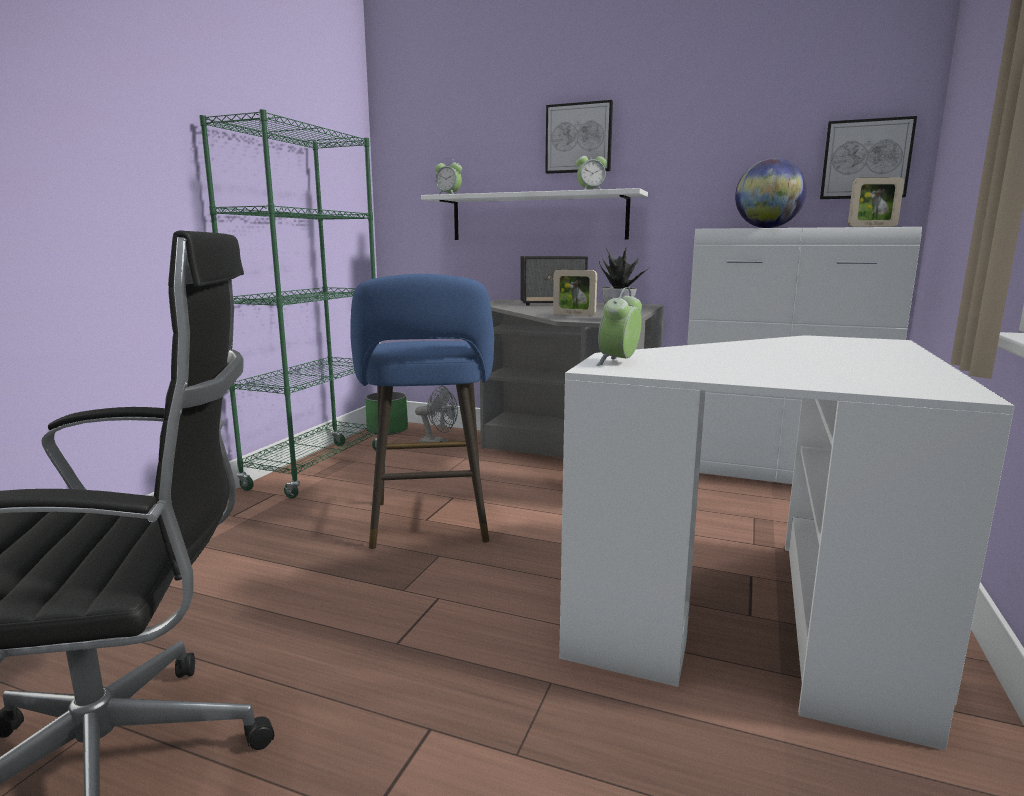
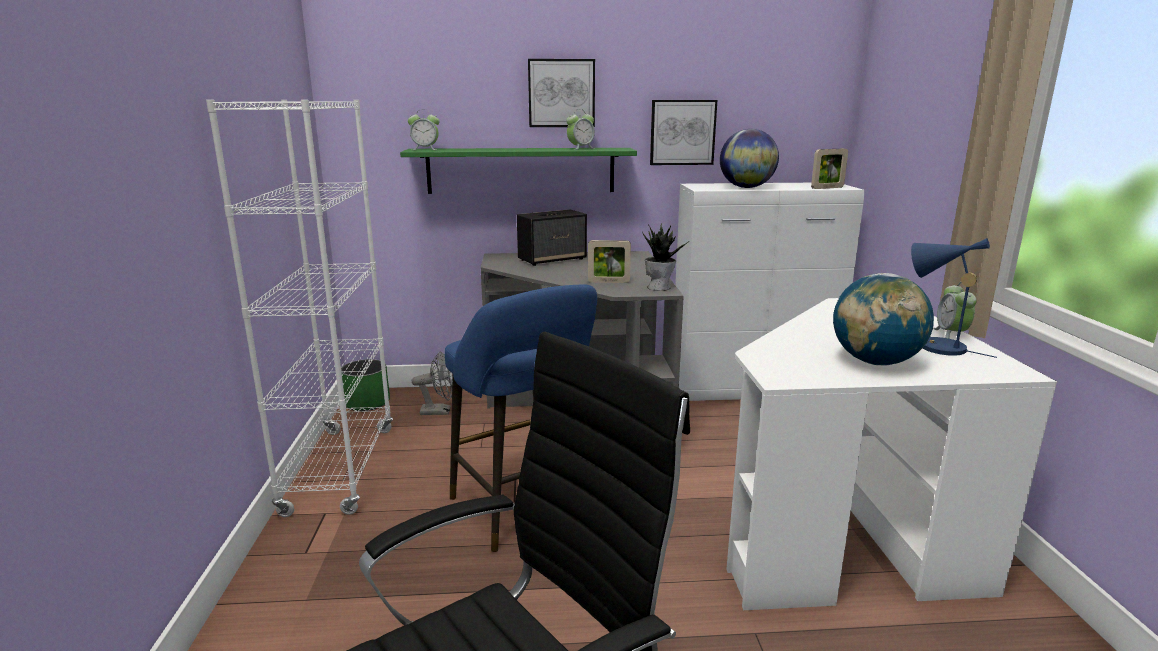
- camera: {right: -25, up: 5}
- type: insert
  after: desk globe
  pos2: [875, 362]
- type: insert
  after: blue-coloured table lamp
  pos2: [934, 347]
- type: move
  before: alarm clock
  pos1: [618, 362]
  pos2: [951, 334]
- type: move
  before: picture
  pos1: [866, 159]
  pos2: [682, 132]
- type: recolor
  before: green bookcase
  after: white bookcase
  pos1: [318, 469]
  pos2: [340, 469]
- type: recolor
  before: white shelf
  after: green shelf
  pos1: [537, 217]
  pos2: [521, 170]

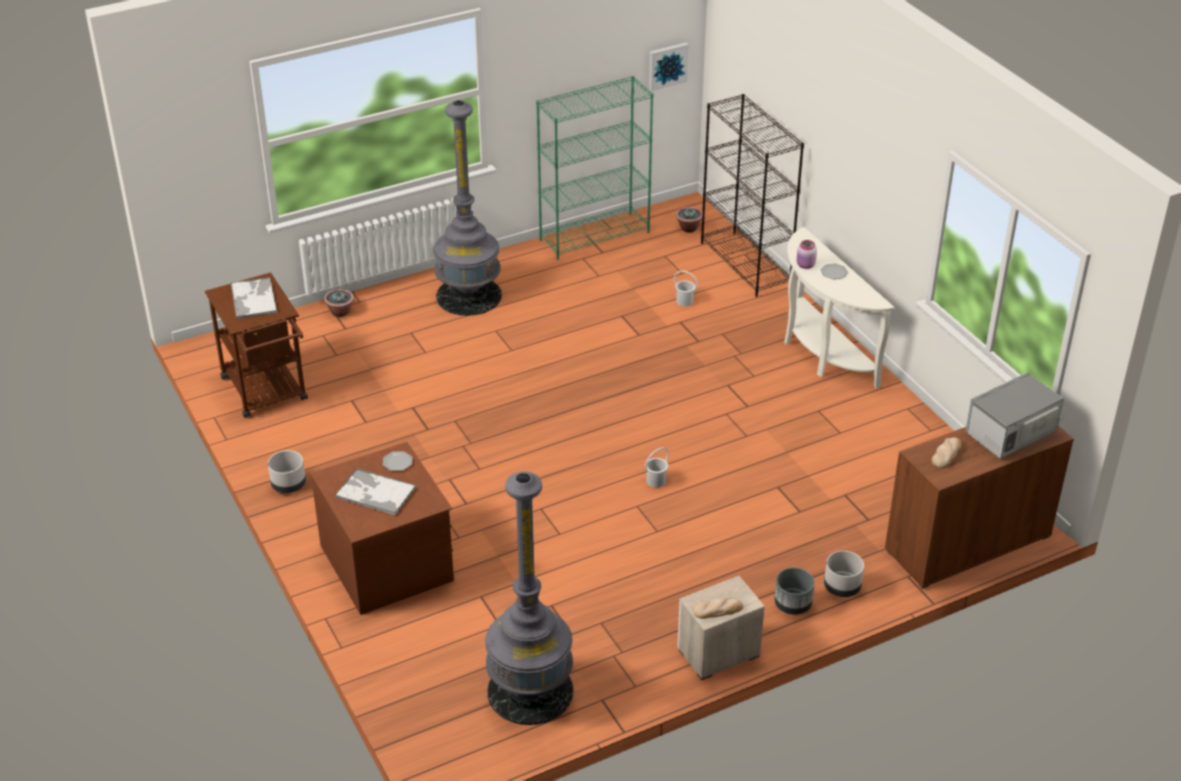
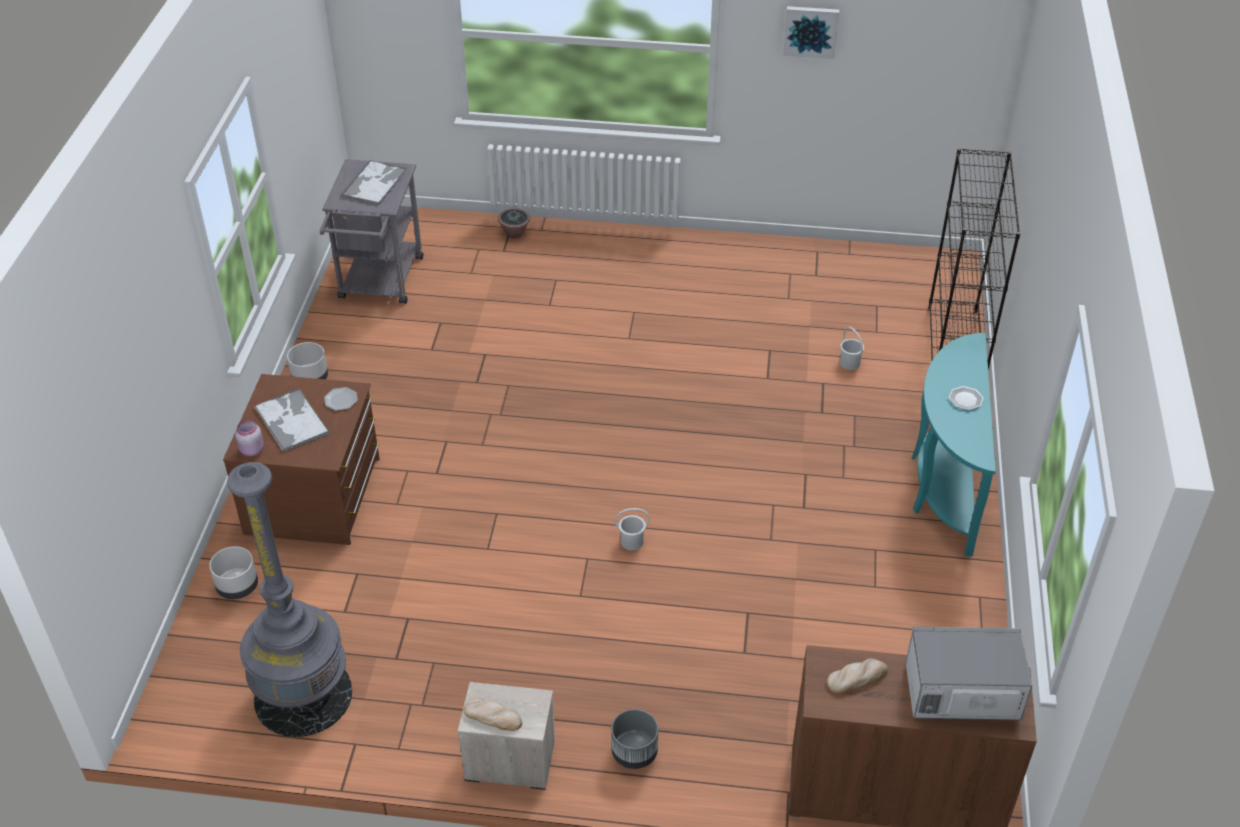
- camera: {right: 35, up: 5}
- type: delete
  before: gray standard lamp
  pos1: [469, 296]
- type: delete
  before: green bookcase
  pos1: [595, 236]
- type: delete
  before: plant in a pot
  pos1: [688, 228]
- type: move
  before: picture
  pos1: [667, 65]
  pos2: [810, 31]
- type: move
  before: pink-coloured storage jar
  pos1: [805, 265]
  pos2: [251, 450]
- type: move
  before: gray flower pot
  pos1: [841, 588]
  pos2: [237, 587]
- type: recolor
  before: brown wheeled cart
  after: gray wheeled cart
  pos1: [267, 393]
  pos2: [379, 283]
- type: recolor
  before: white hall table
  after: turquoise hall table
  pos1: [821, 352]
  pos2: [942, 485]

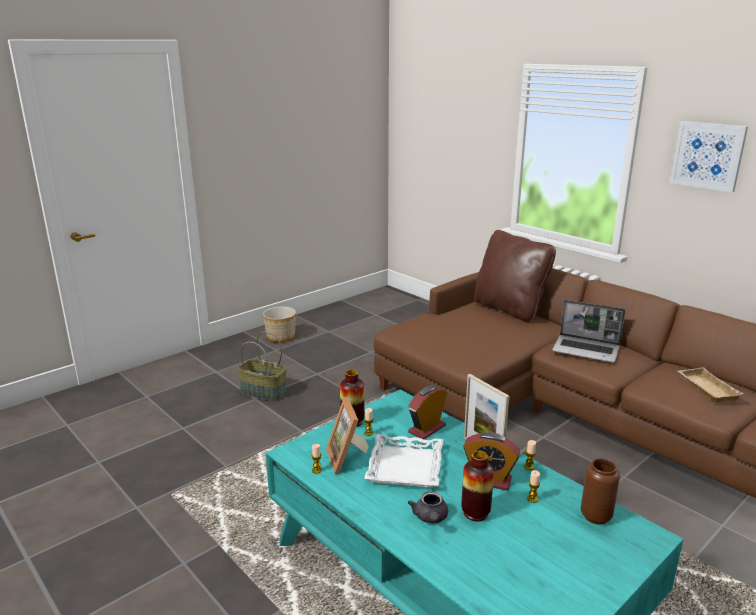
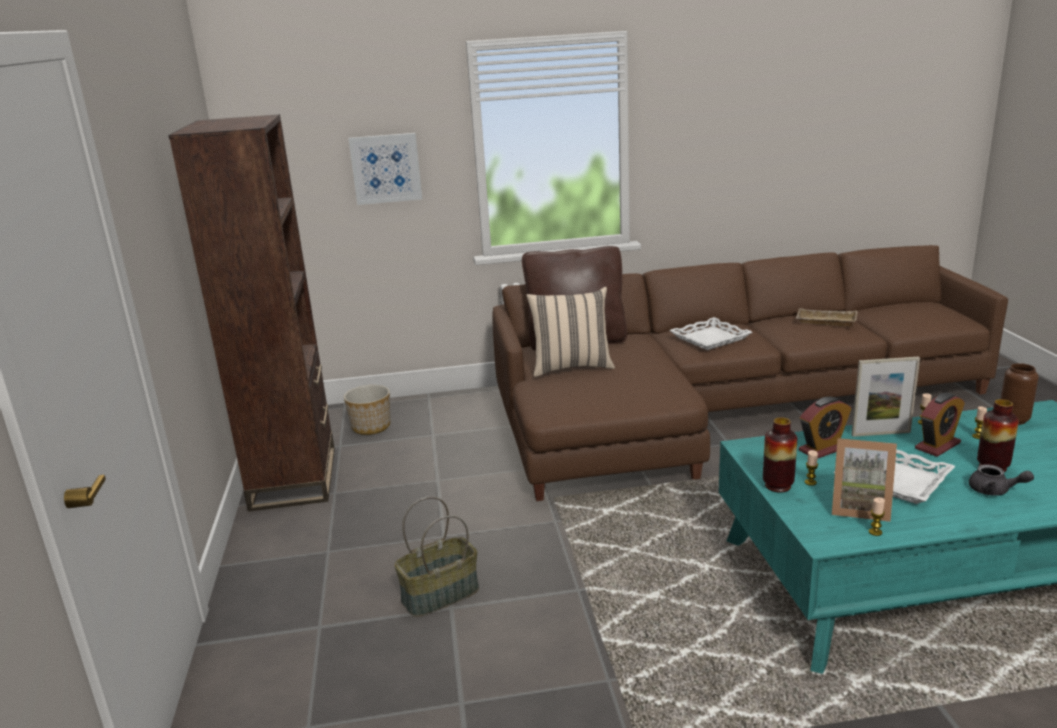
- camera: {right: -55, up: 0}
- type: insert
  after: brown bookcase
  pos2: [294, 478]
- type: insert
  after: beige pillow
  pos2: [571, 367]
- type: move
  before: flower pot
  pos1: [281, 336]
  pos2: [371, 427]
- type: move
  before: picture
  pos1: [708, 155]
  pos2: [386, 168]
- type: replace
  before: laptop
  after: white tray
  pos1: [587, 350]
  pos2: [710, 338]
- type: rotate
  before: alarm clock
  pos1: [427, 429]
  pos2: [822, 449]
  turn: -105

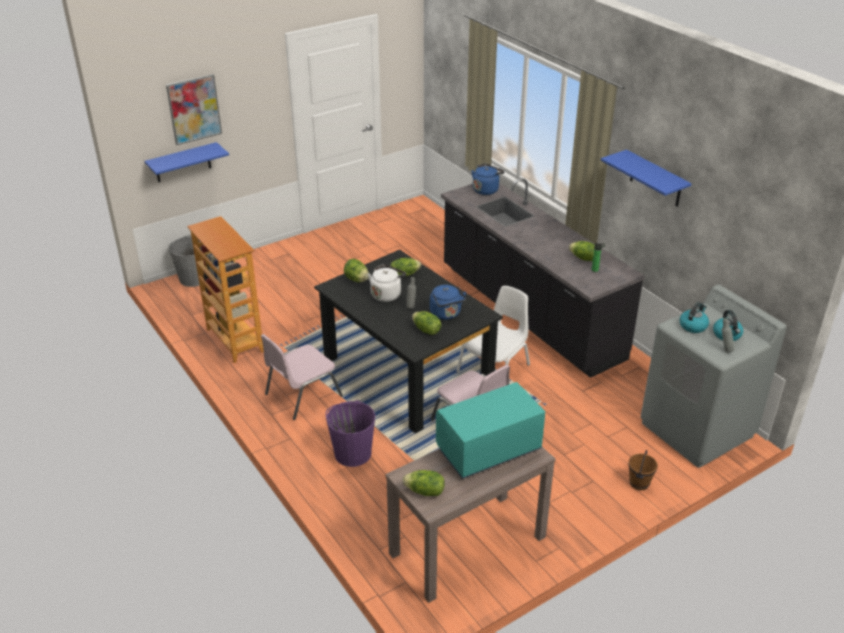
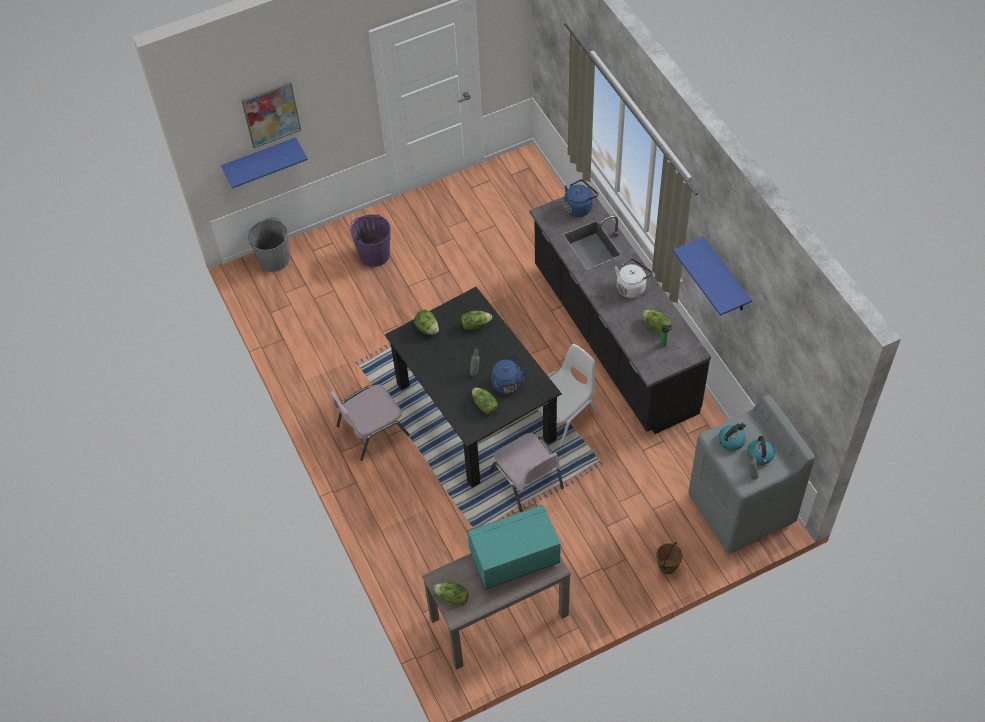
- camera: {right: 10, up: 20}
- type: delete
  before: bookcase
  pos1: [234, 340]
- type: move
  before: purplish bucket
  pos1: [352, 453]
  pos2: [374, 254]
- type: move
  before: white water kettle
  pos1: [386, 294]
  pos2: [631, 287]

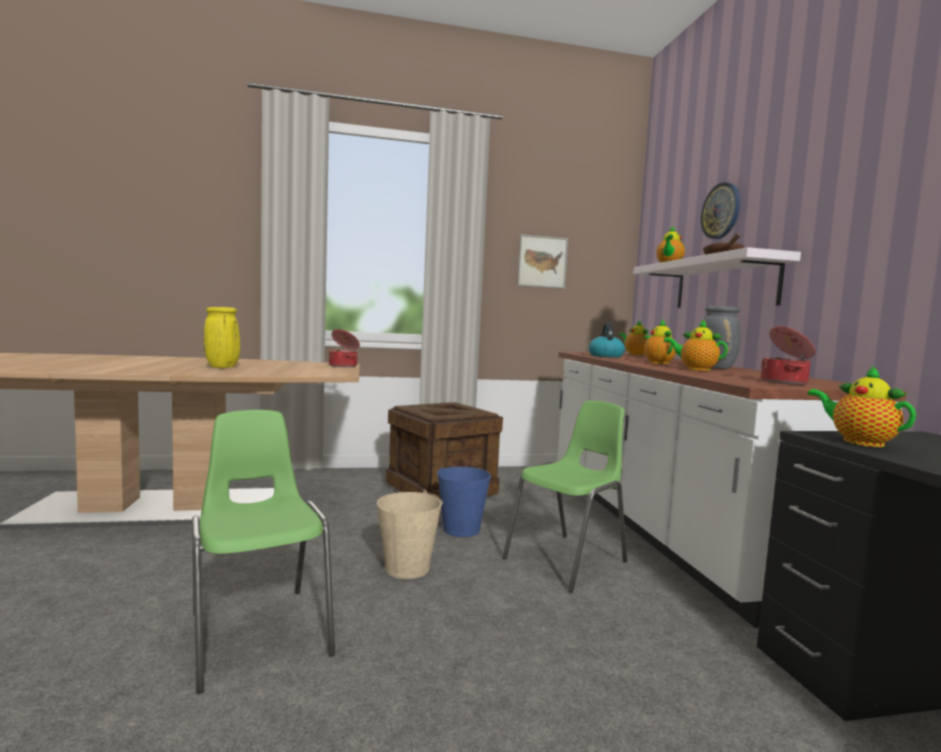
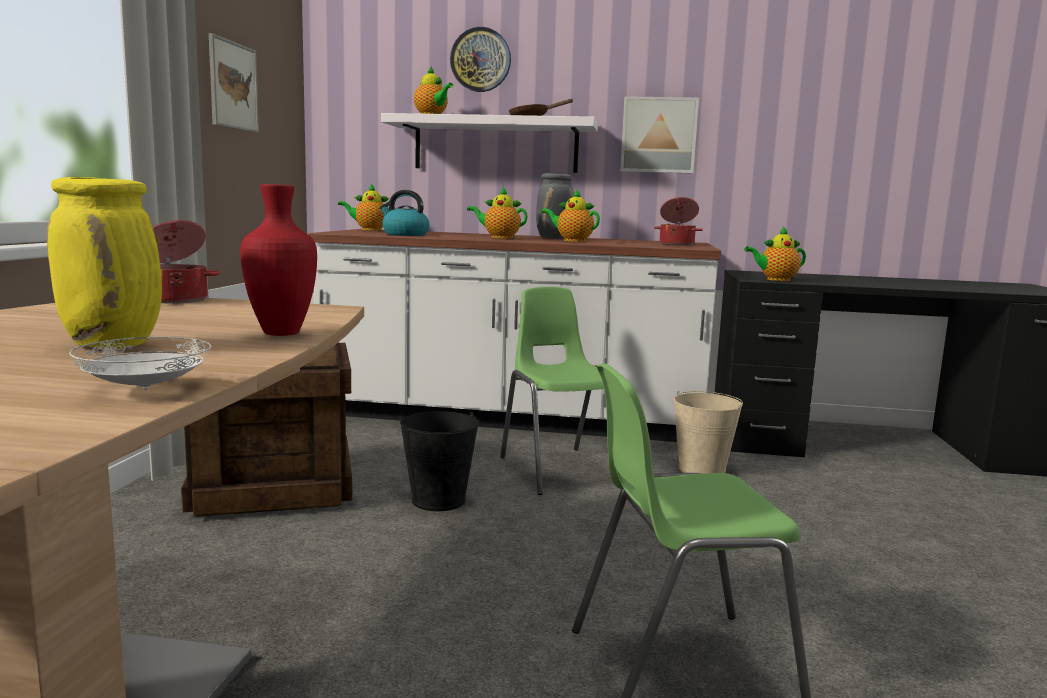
- camera: {right: -70, up: 5}
- type: insert
  after: white dinner plate
  pos2: [144, 389]
- type: insert
  after: reddish vase
  pos2: [284, 333]
- type: insert
  after: picture
  pos2: [658, 135]
- type: move
  before: beige bucket
  pos1: [406, 568]
  pos2: [701, 469]
- type: recolor
  before: blue-coloured bucket
  after: blackish bucket
  pos1: [461, 529]
  pos2: [438, 500]
- type: rotate
  before: teapot
  pos1: [695, 369]
  pos2: [572, 240]
  turn: 60

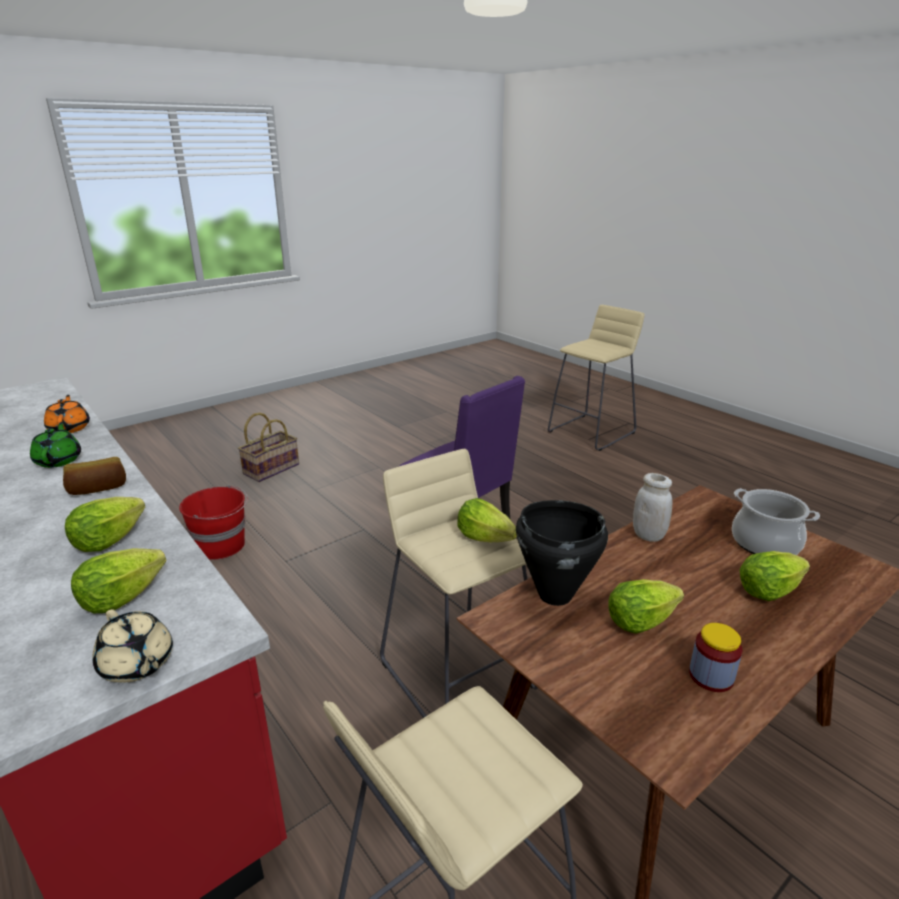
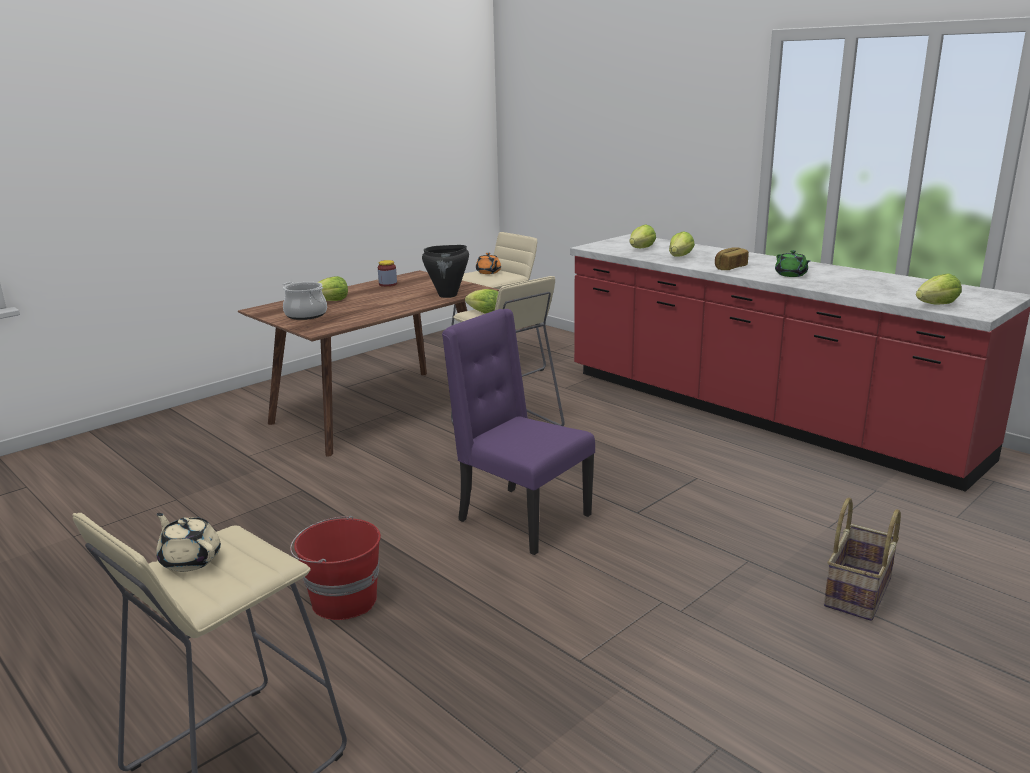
- camera: {right: 175, up: -5}
- type: delete
  before: white storage jar
  pos1: [648, 535]
- type: move
  before: orange teapot
  pos1: [70, 428]
  pos2: [488, 272]
- type: move
  before: beige teapot
  pos1: [137, 664]
  pos2: [190, 559]
- type: move
  before: reddish bucket
  pos1: [221, 545]
  pos2: [342, 600]
- type: move
  before: lettuce head
  pos1: [639, 621]
  pos2: [937, 305]

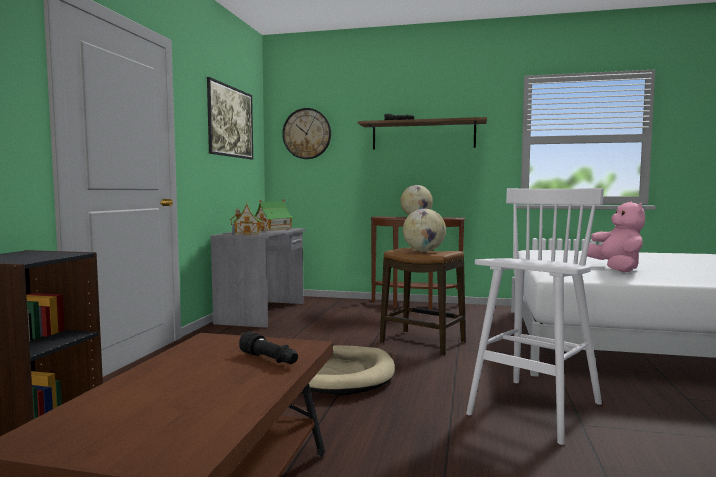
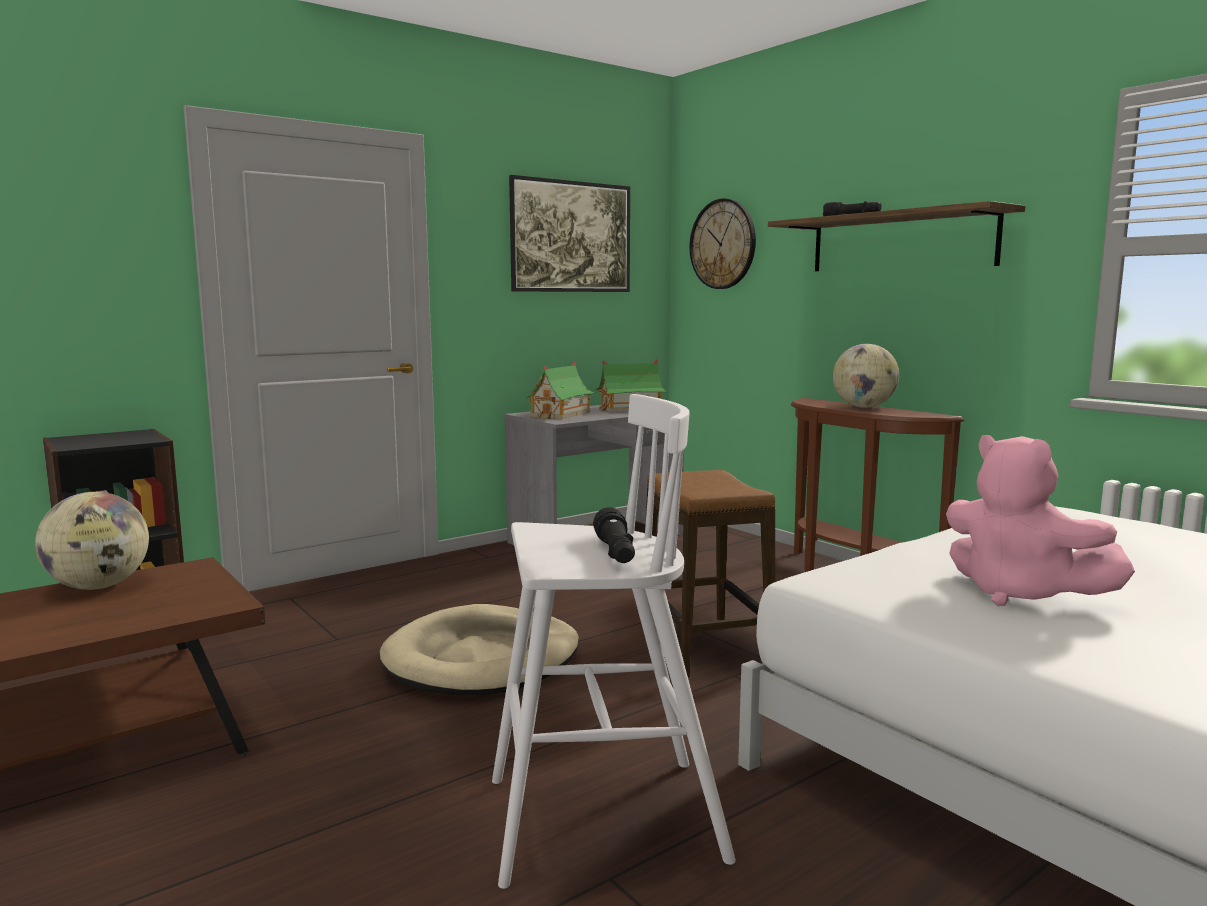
- camera: {right: 40, up: 5}
- type: move
  before: blackish flashlight
  pos1: [269, 360]
  pos2: [616, 553]
- type: move
  before: desk globe
  pos1: [424, 251]
  pos2: [99, 587]
- type: rotate
  before: pink-coloured cuddly toy
  pos1: [616, 269]
  pos2: [1019, 594]
  turn: 105

